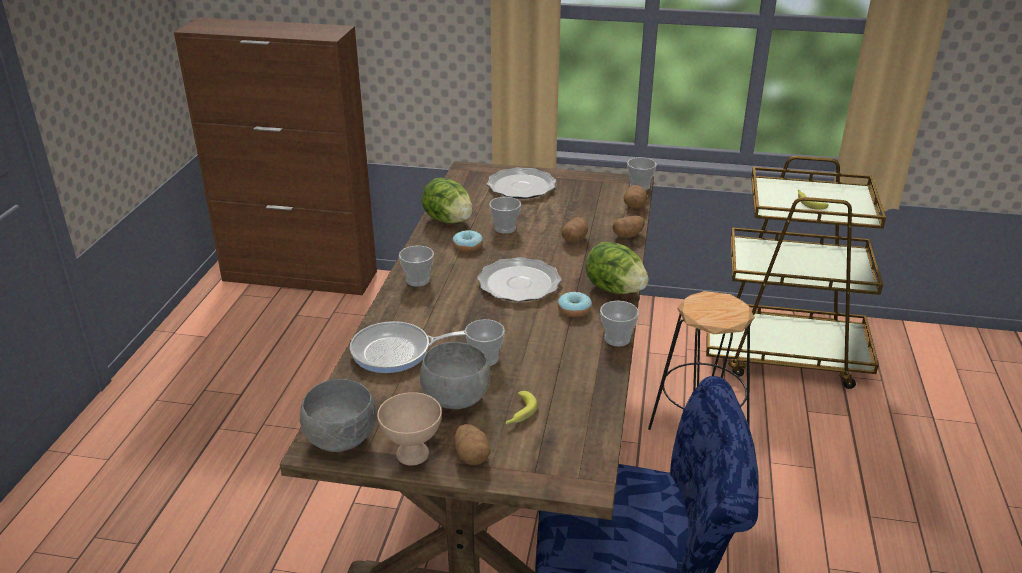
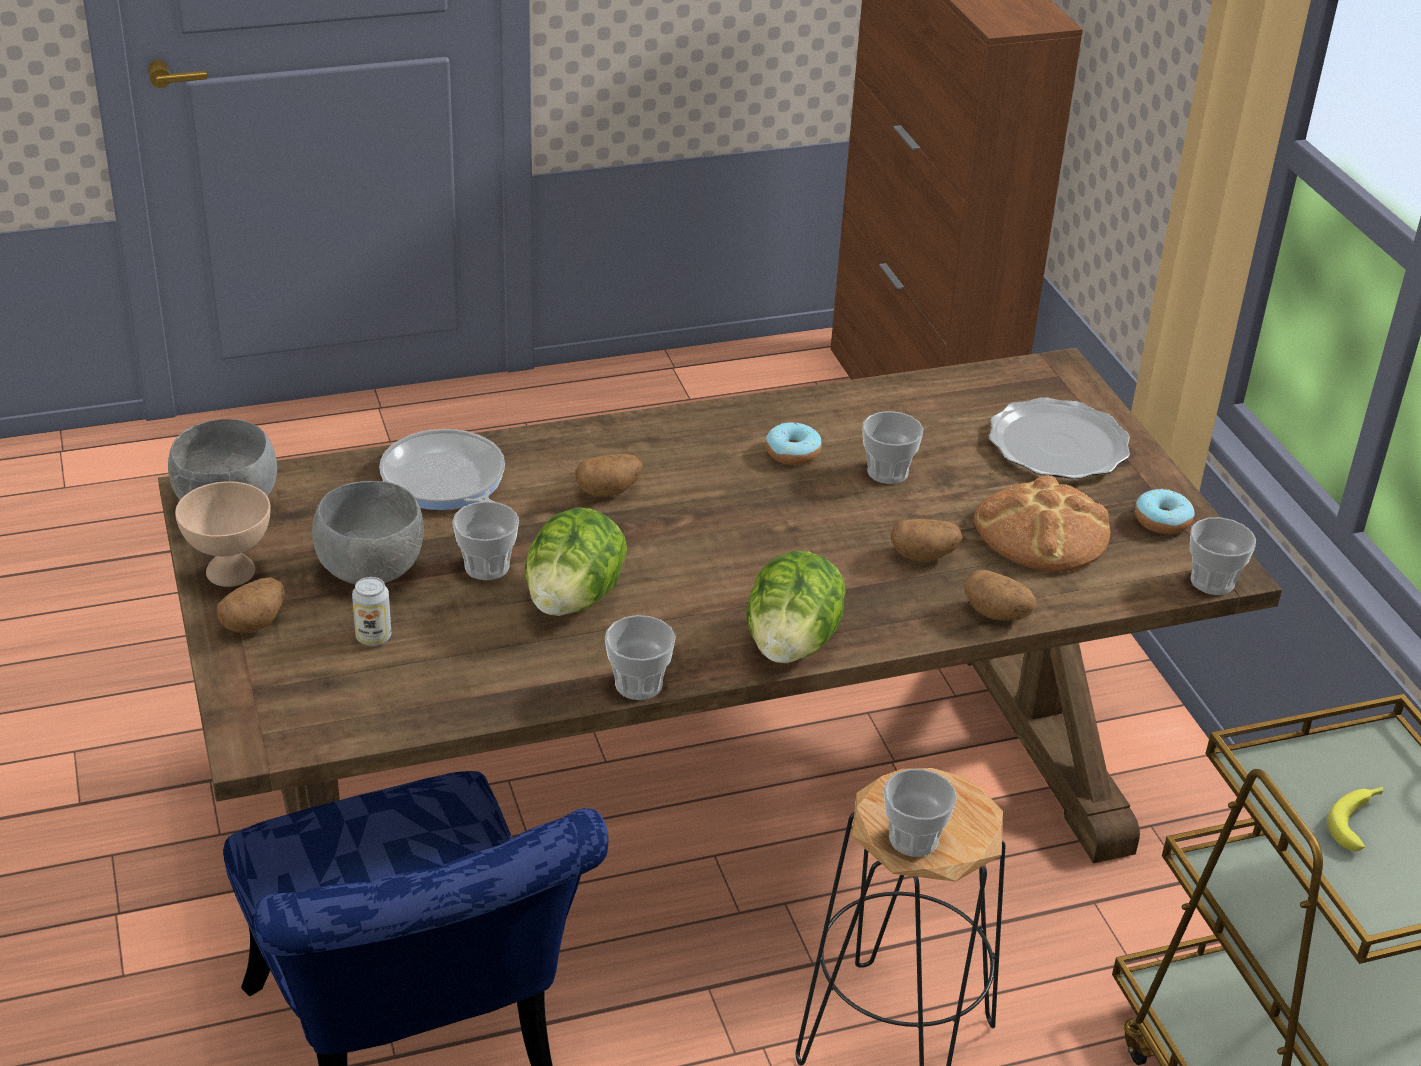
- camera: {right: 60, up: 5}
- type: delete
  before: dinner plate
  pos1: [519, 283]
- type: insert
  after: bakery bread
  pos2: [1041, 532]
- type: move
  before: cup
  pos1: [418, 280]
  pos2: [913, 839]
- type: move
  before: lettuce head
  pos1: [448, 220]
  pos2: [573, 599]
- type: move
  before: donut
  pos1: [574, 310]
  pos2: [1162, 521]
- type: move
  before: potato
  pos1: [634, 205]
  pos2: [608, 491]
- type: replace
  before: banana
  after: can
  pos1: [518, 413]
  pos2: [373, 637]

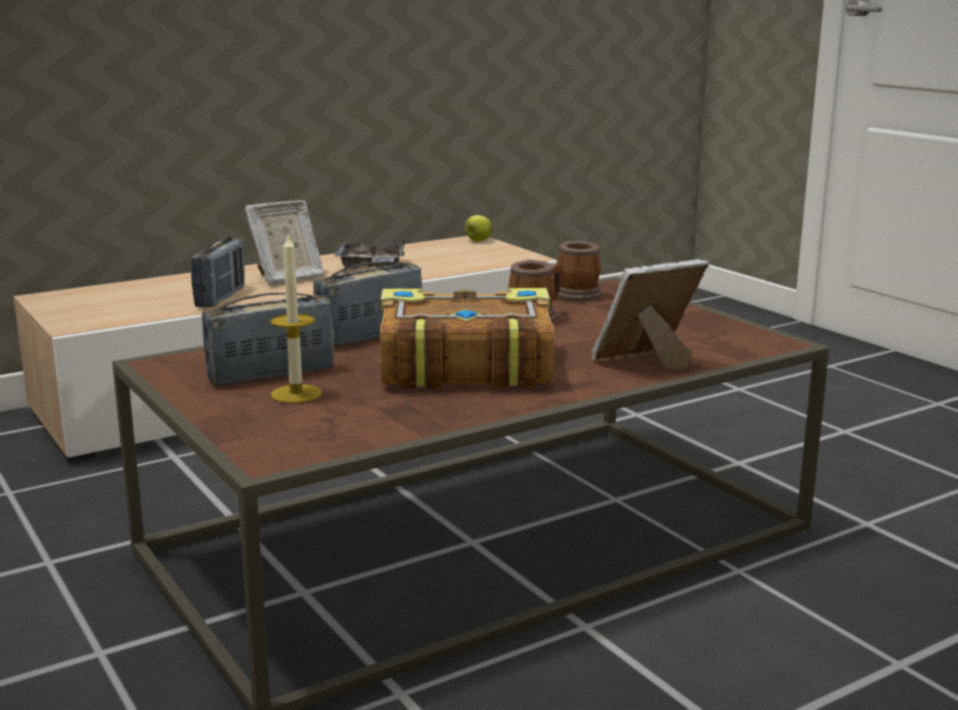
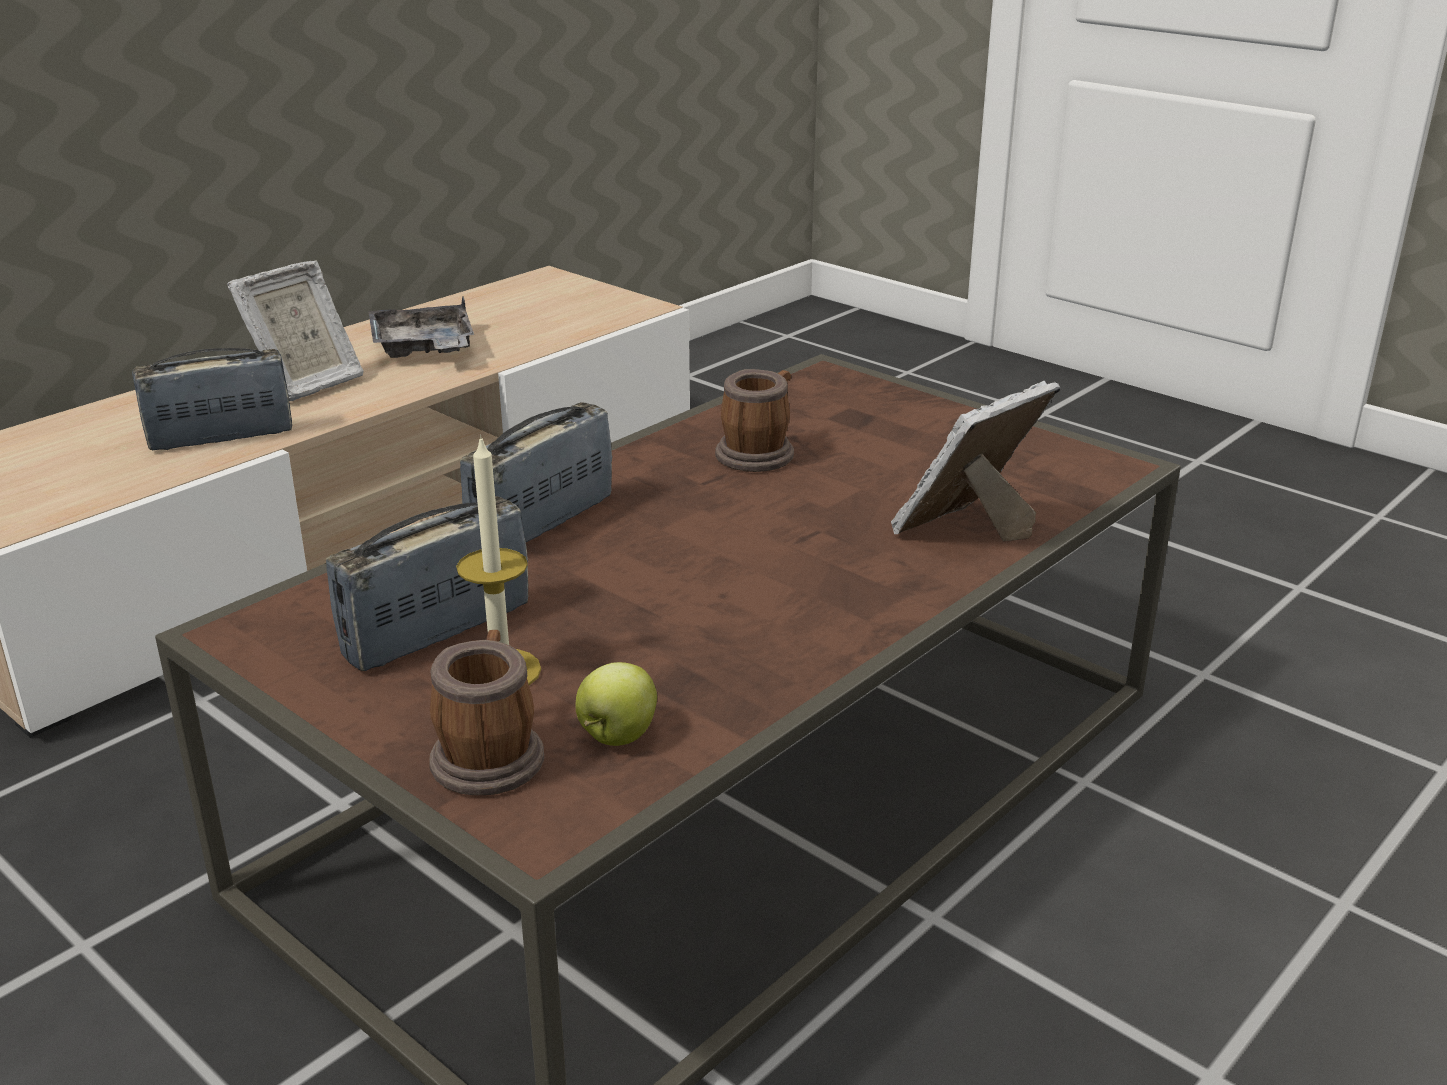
- camera: {right: -15, up: 10}
- type: delete
  before: volume
  pos1: [463, 366]
- type: move
  before: apple
  pos1: [478, 241]
  pos2: [617, 737]
- type: move
  before: tea mug
  pos1: [578, 293]
  pos2: [489, 753]
- type: rotate
  before: radio
  pos1: [221, 297]
  pos2: [221, 438]
  turn: -105

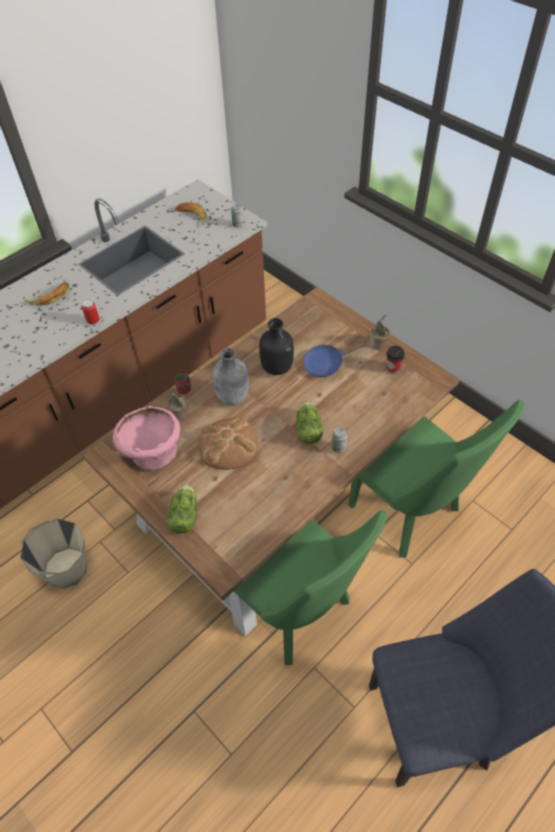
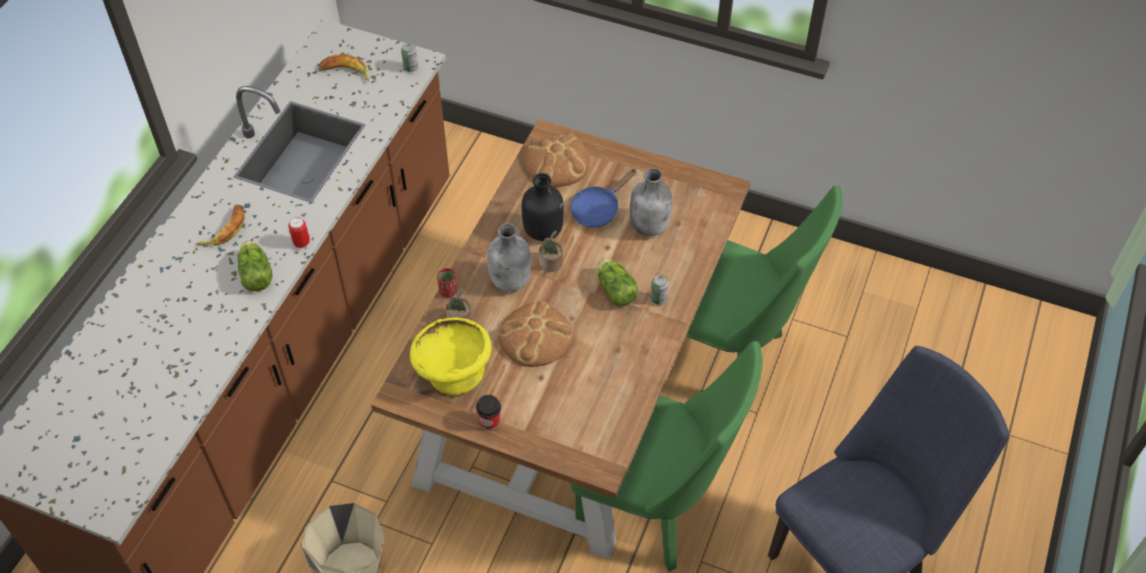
- camera: {right: -25, up: 0}
- type: insert
  after: bakery bread
  pos2: [557, 162]
- type: insert
  after: gray drink bottle
  pos2: [650, 226]
- type: move
  before: lettuce head
  pos1: [184, 514]
  pos2: [256, 273]
- type: move
  before: plant in a pot
  pos1: [379, 344]
  pos2: [551, 264]
- type: move
  before: cup
  pos1: [393, 368]
  pos2: [490, 422]
- type: recolor
  before: pink-coloured deep dish
  after: yellowish deep dish
  pos1: [152, 452]
  pos2: [453, 374]

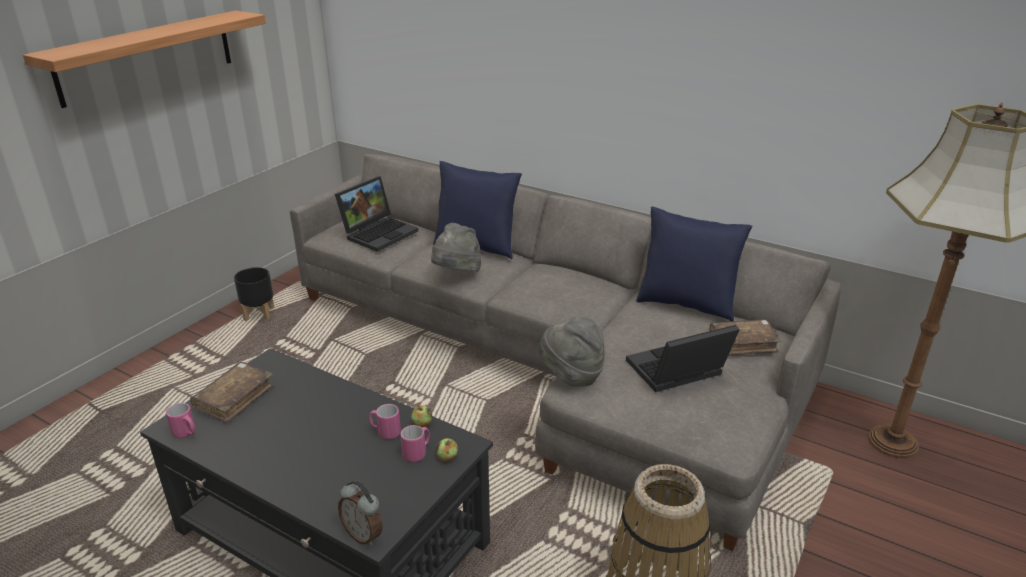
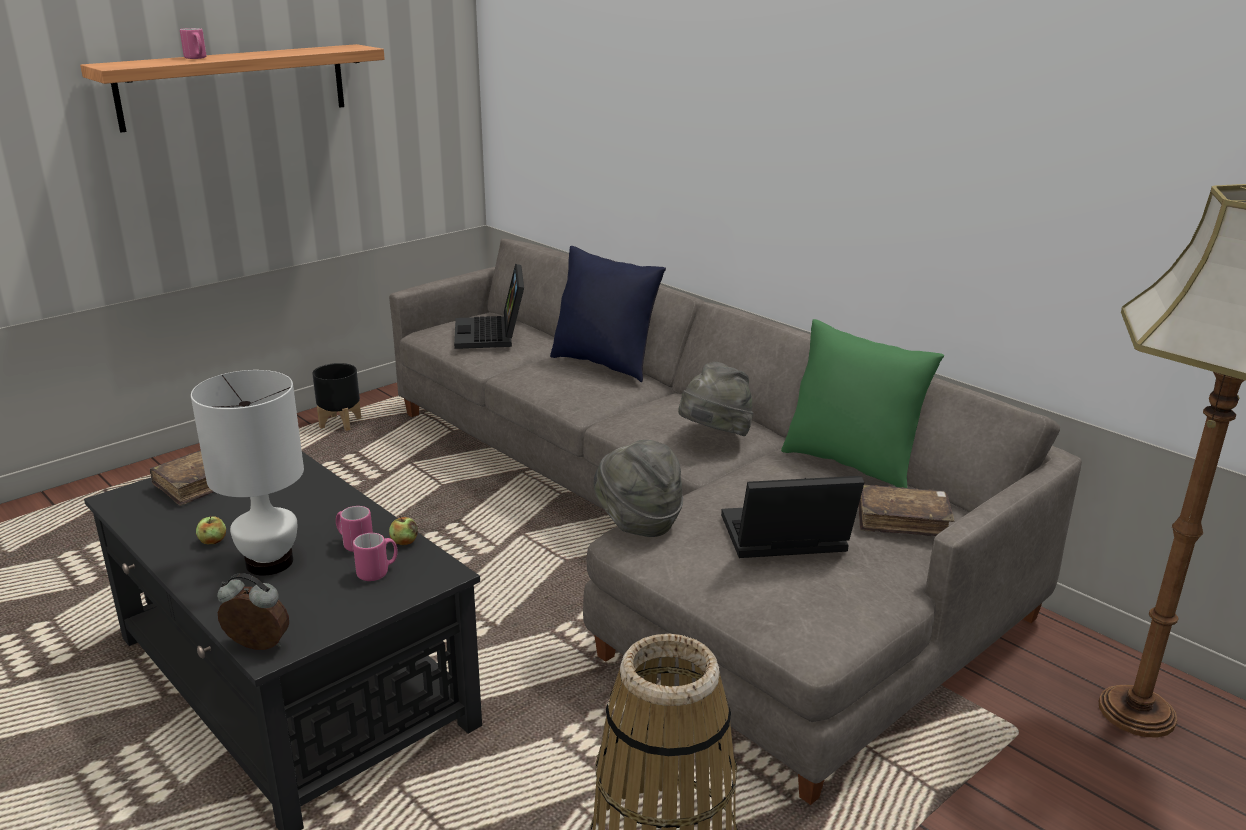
- camera: {right: 15, up: -5}
- type: insert
  after: white table lamp
  pos2: [270, 563]
- type: move
  before: pink-coloured tea mug
  pos1: [186, 434]
  pos2: [197, 58]
- type: move
  before: gray hat
  pos1: [456, 274]
  pos2: [714, 437]
- type: move
  before: apple
  pos1: [447, 457]
  pos2: [213, 541]
- type: recolor
  before: blue-coloured pillow
  after: green pillow
  pos1: [686, 304]
  pos2: [850, 464]
- type: rotate
  before: laptop
  pos1: [379, 232]
  pos2: [492, 334]
  turn: 120
- type: rotate
  before: alarm clock
  pos1: [364, 534]
  pos2: [257, 647]
  turn: 135

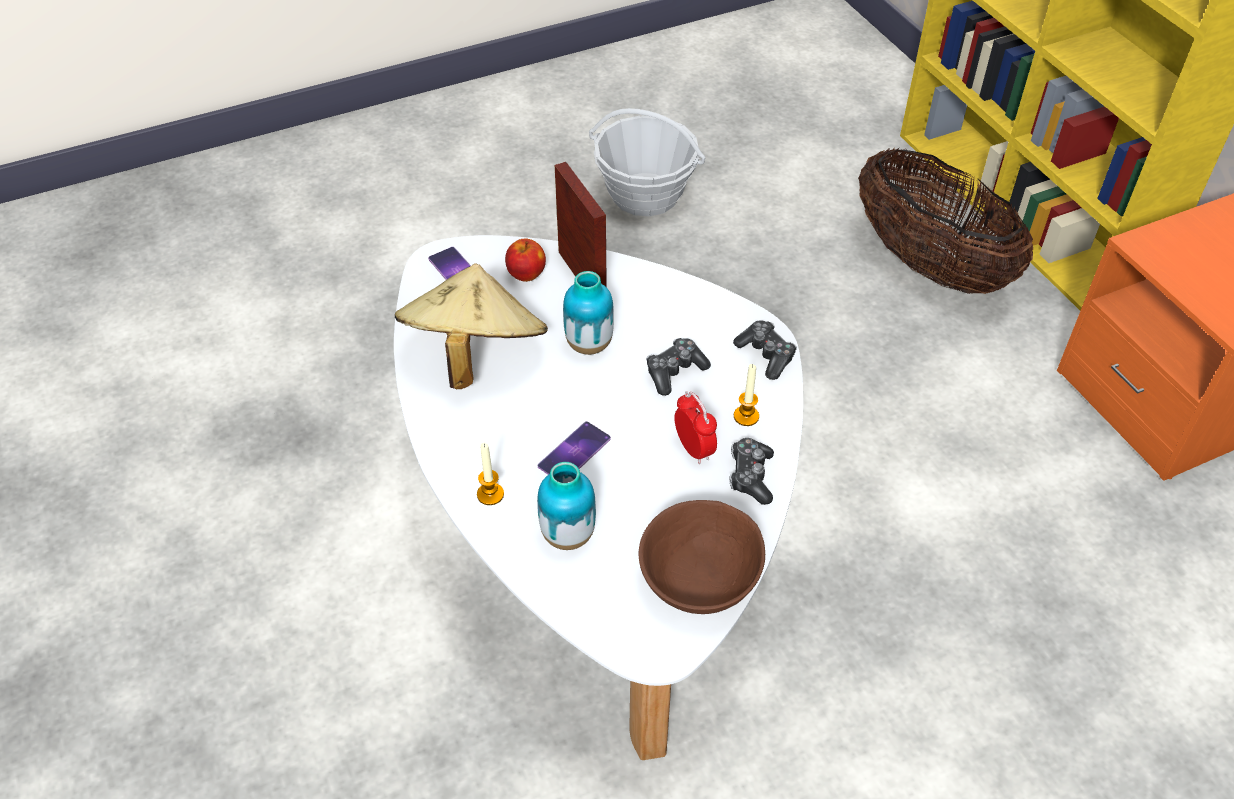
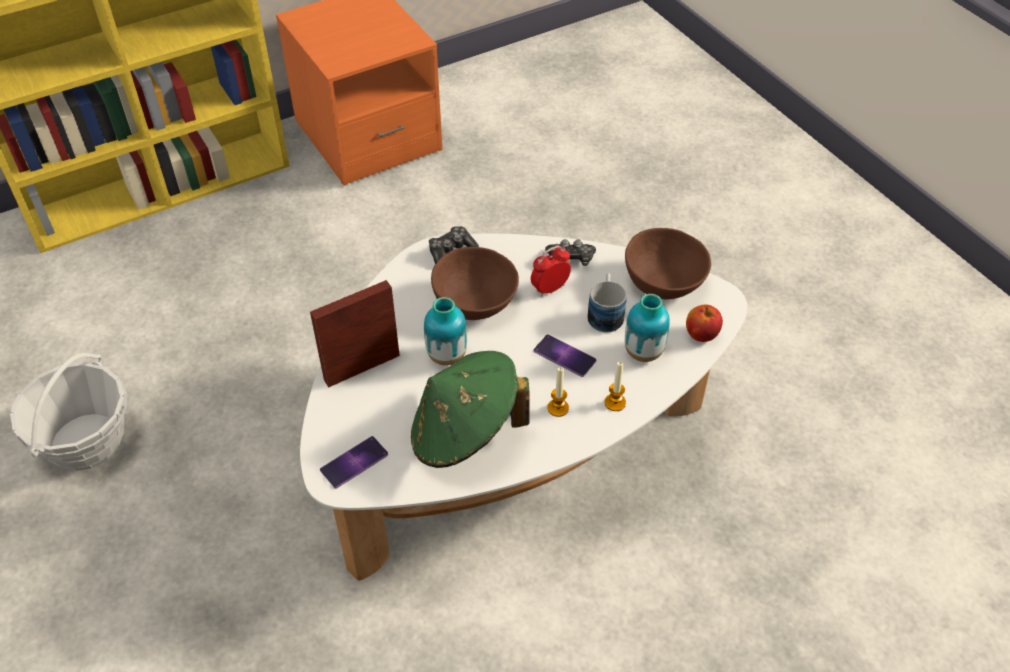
- camera: {right: -95, up: 0}
- type: delete
  before: storage basket
  pos1: [929, 265]
- type: insert
  after: tea mug
  pos2: [605, 313]
- type: move
  before: apple
  pos1: [526, 274]
  pos2: [701, 335]
- type: move
  before: wax candle
  pos1: [746, 416]
  pos2: [558, 408]
- type: replace
  before: game controller
  after: brown deep dish
  pos1: [674, 372]
  pos2: [473, 302]
- type: recolor
  before: beige hat
  after: green hat
  pos1: [474, 355]
  pos2: [465, 433]

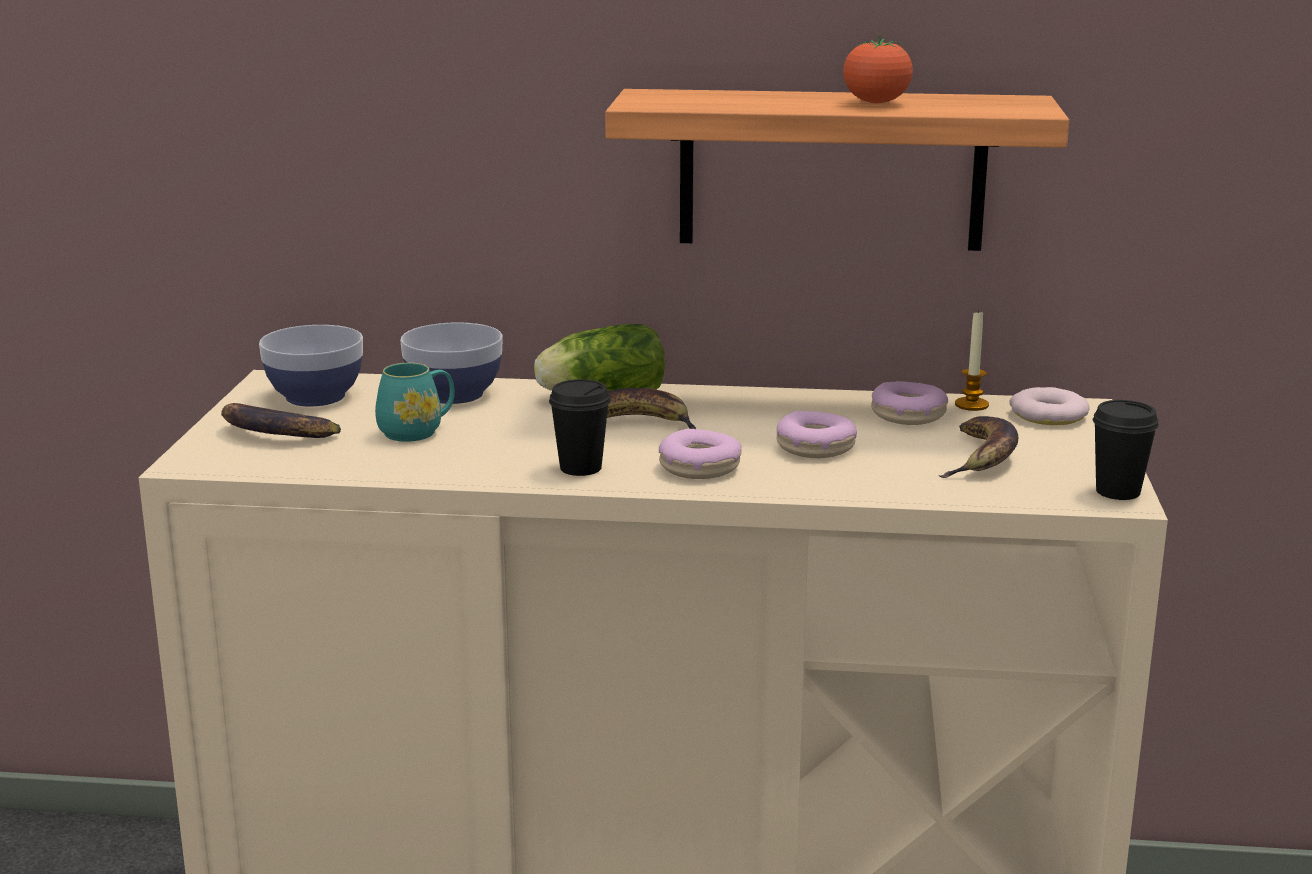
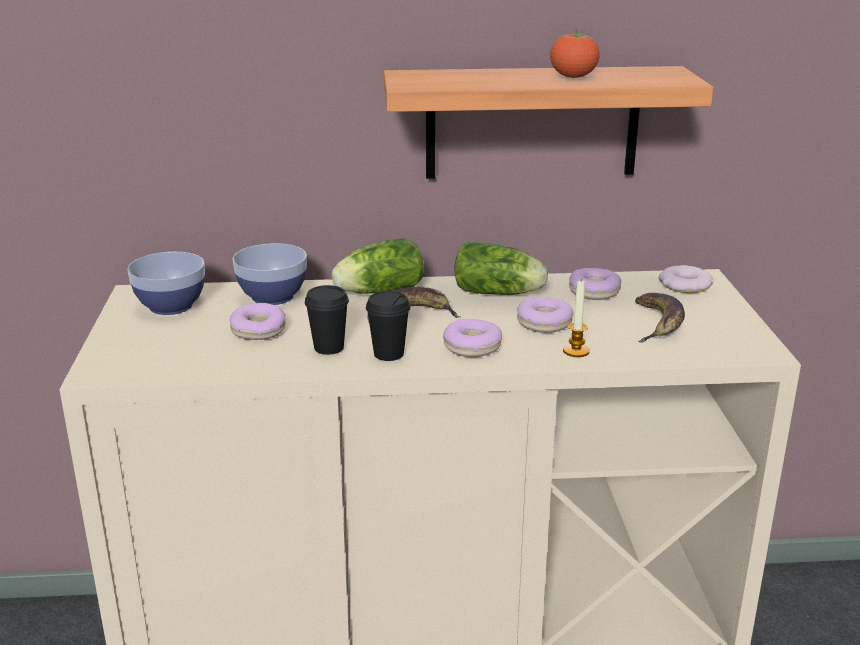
- camera: {right: -10, up: 5}
- type: delete
  before: banana
  pos1: [274, 433]
- type: insert
  after: lettuce head
  pos2: [500, 293]
- type: move
  before: wax candle
  pos1: [971, 405]
  pos2: [576, 351]
- type: move
  before: blackish cup
  pos1: [1118, 492]
  pos2: [329, 348]
- type: replace
  before: turquoise tea mug
  after: donut
  pos1: [417, 431]
  pos2: [258, 331]

